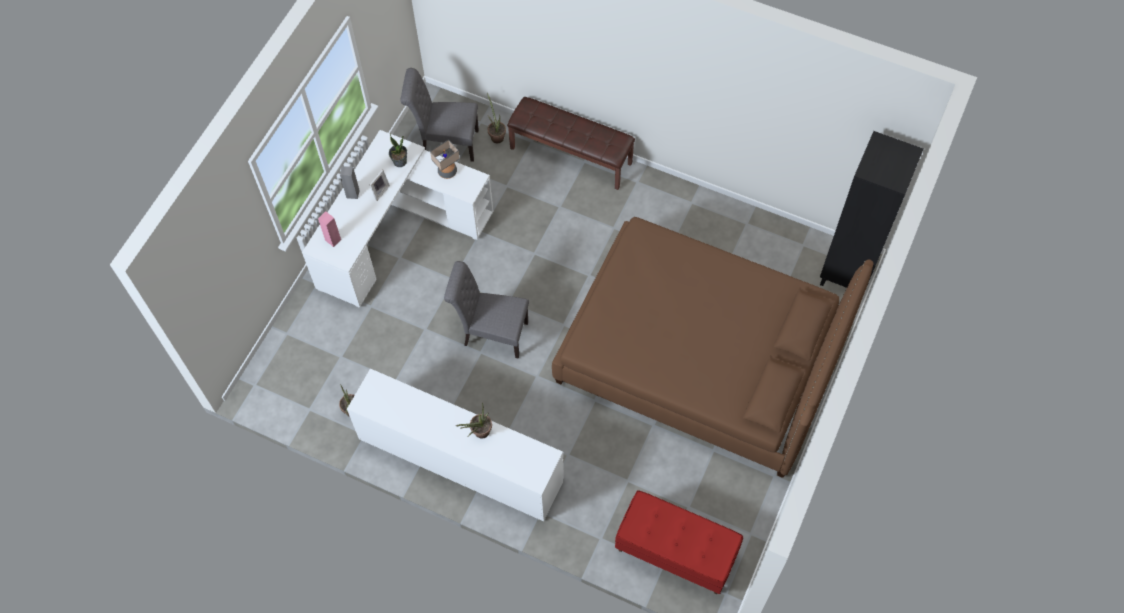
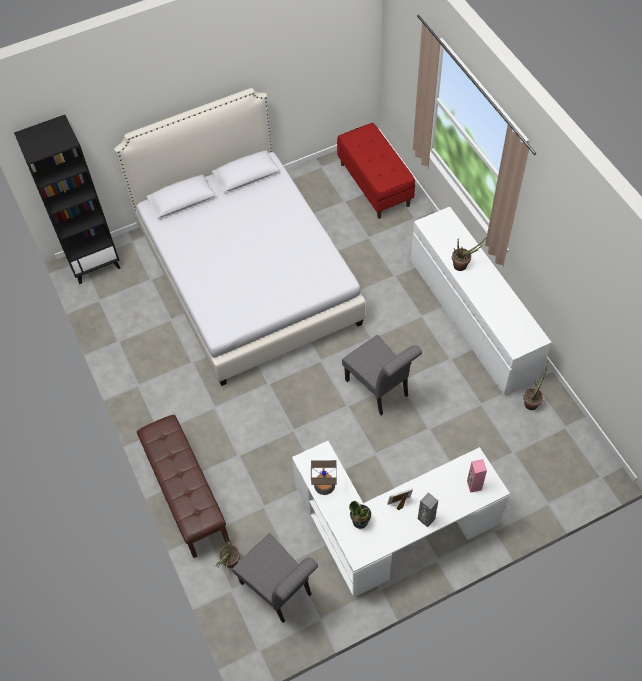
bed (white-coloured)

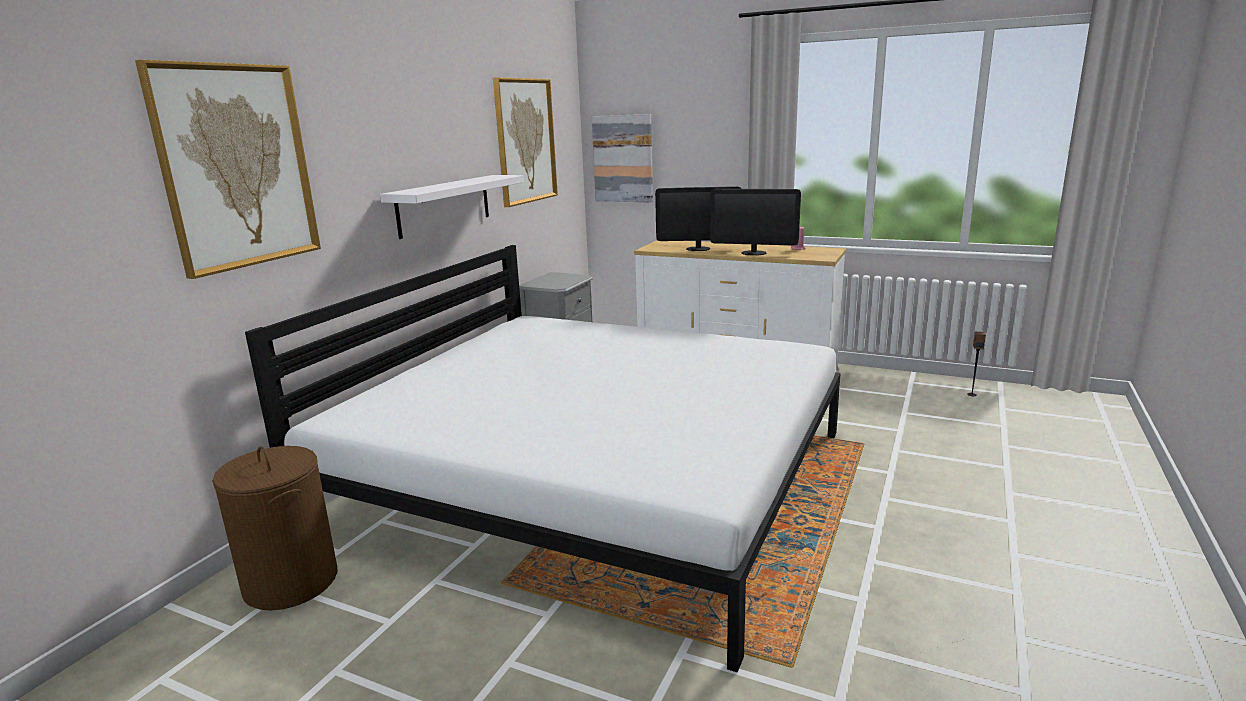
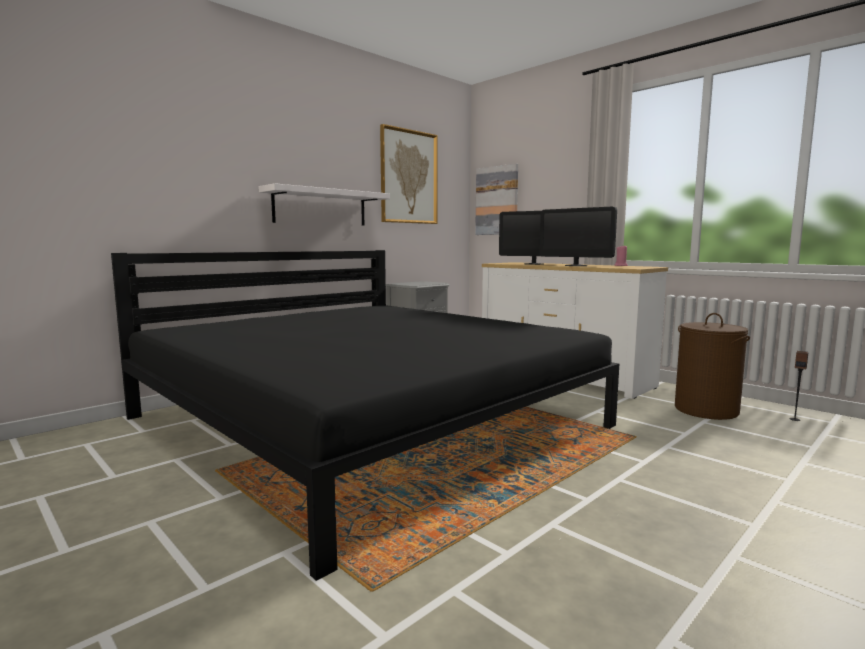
wall picture (1st from left in the first image)
washing basket (brownish)
bed (black)

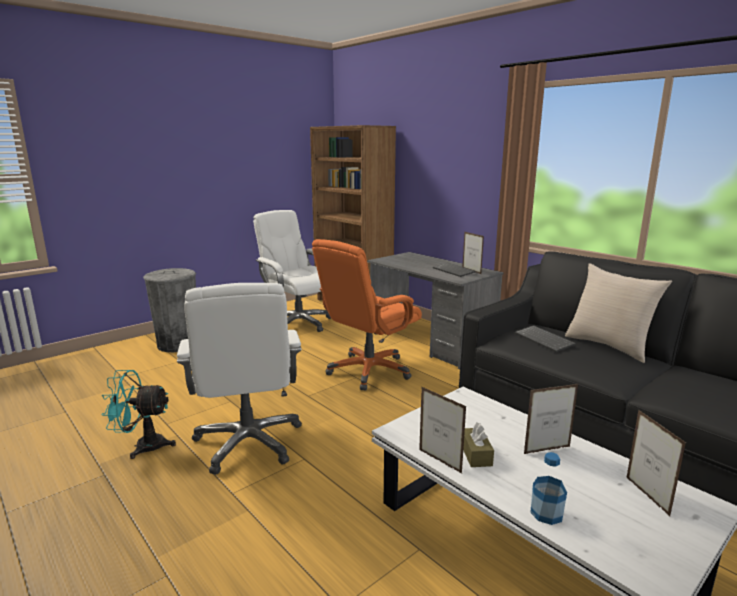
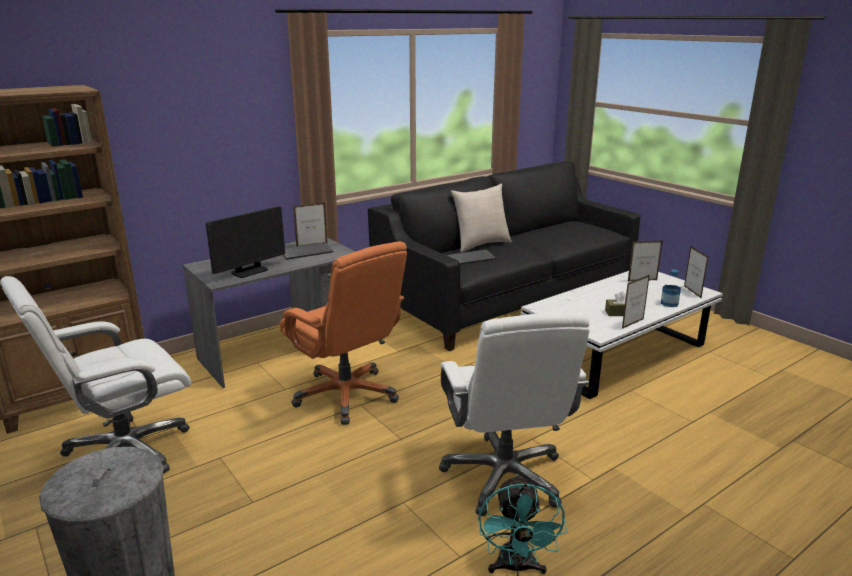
computer display
photo frame (4th from left)
computer chair (white-coloured) (2nd from left)

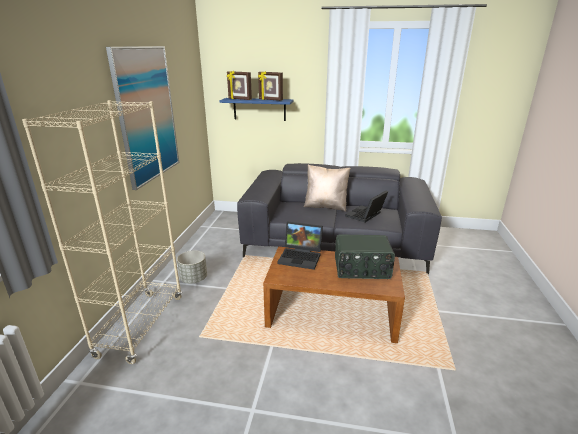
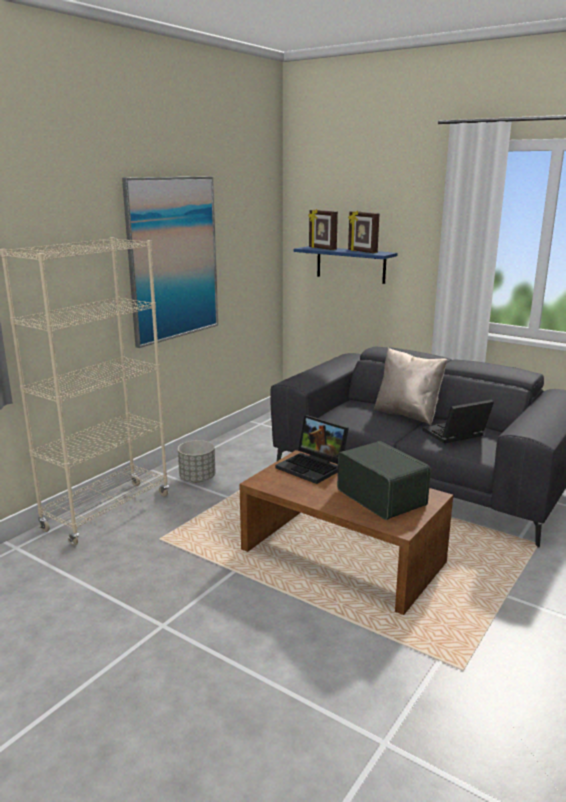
radio

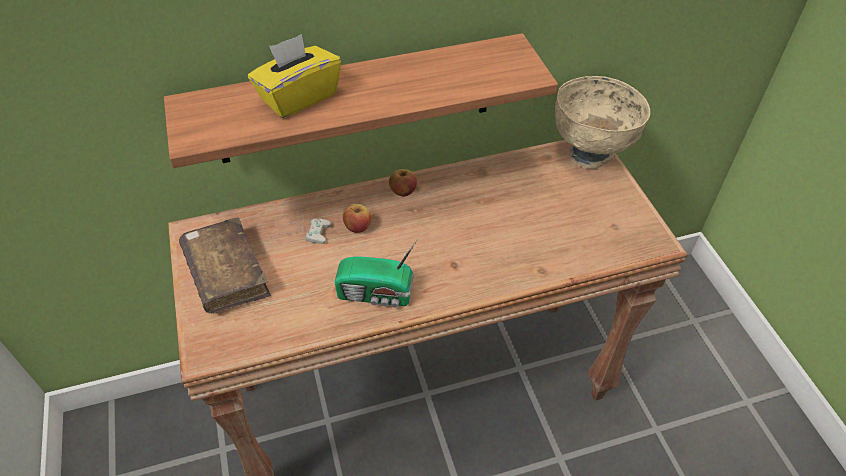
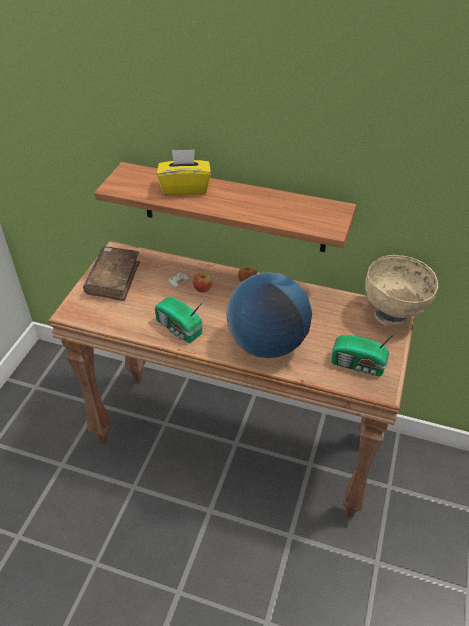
globe
radio (2nd from left)

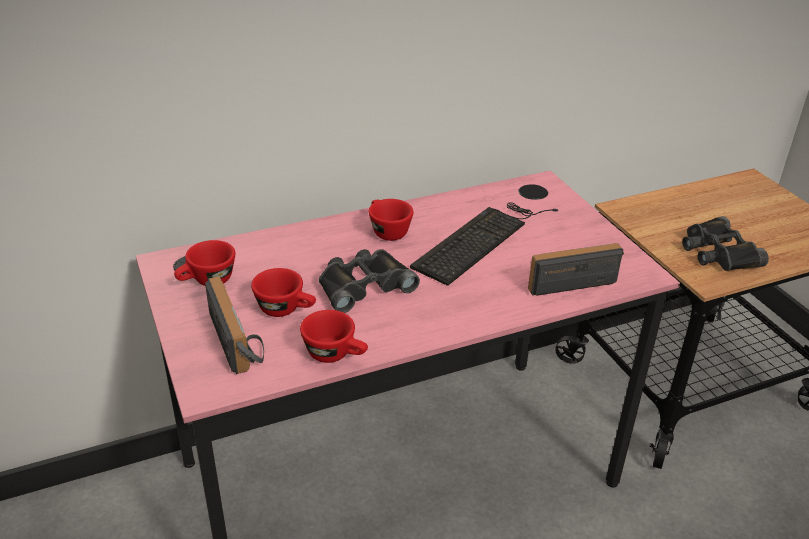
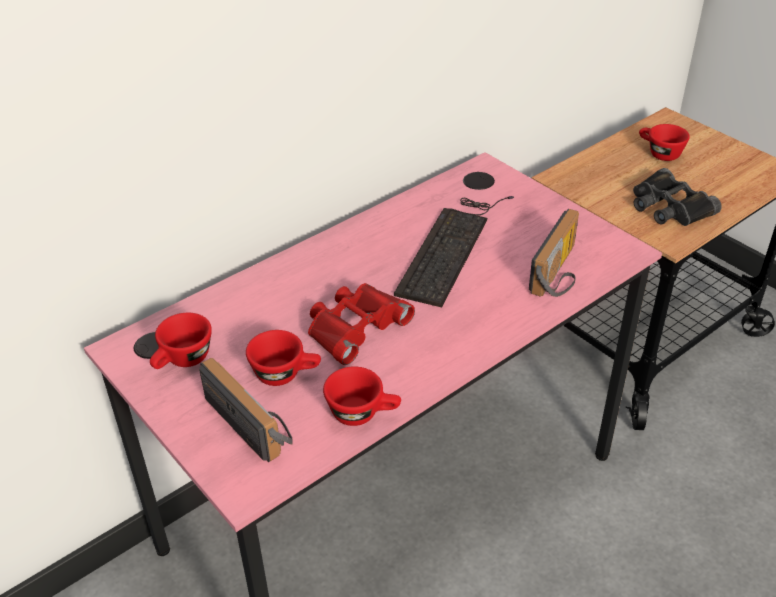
small cup (red) (4th from left)
pair of binoculars (red)
radio (2nd from left)

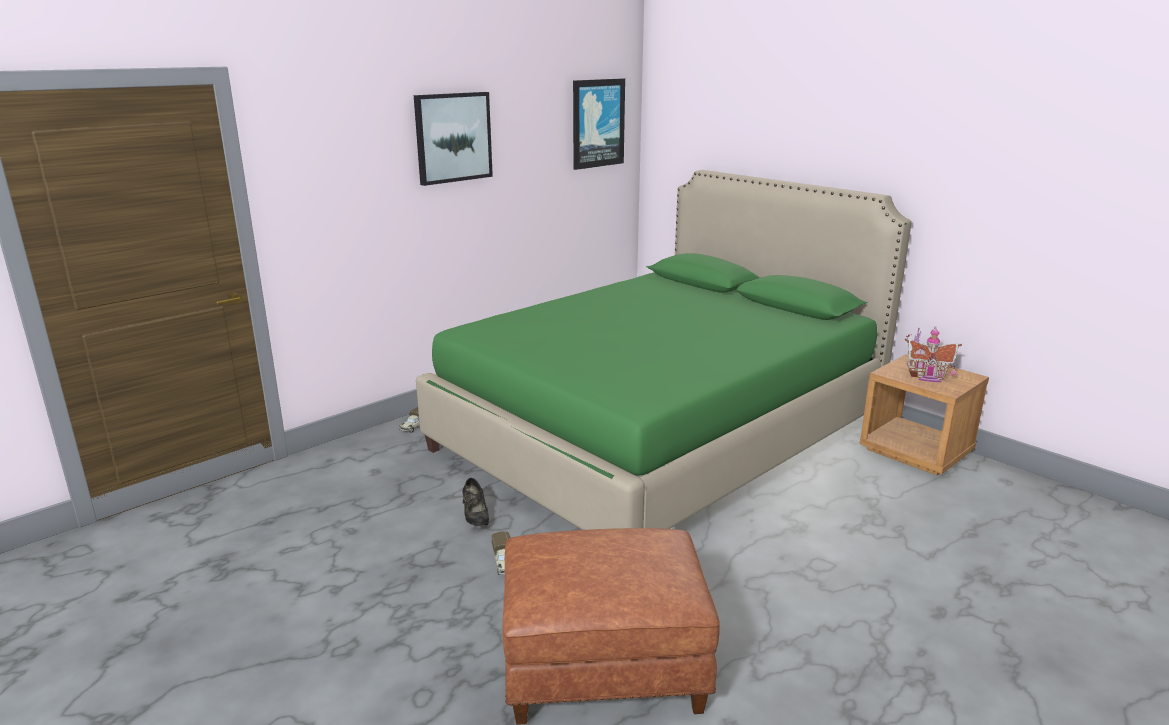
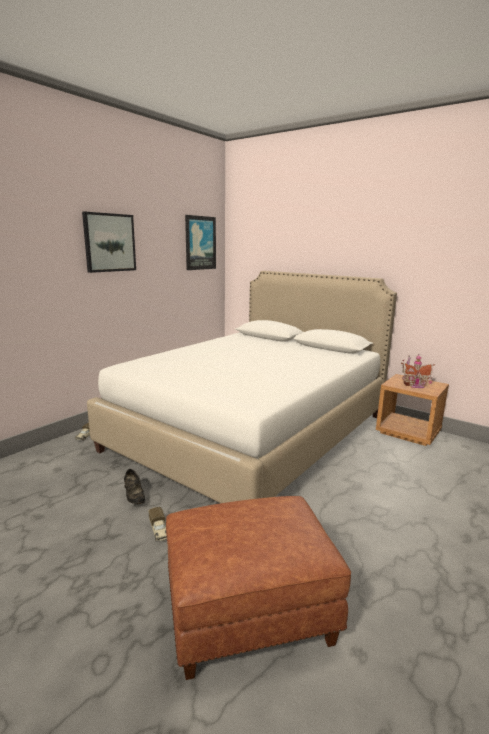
bed (white-coloured)

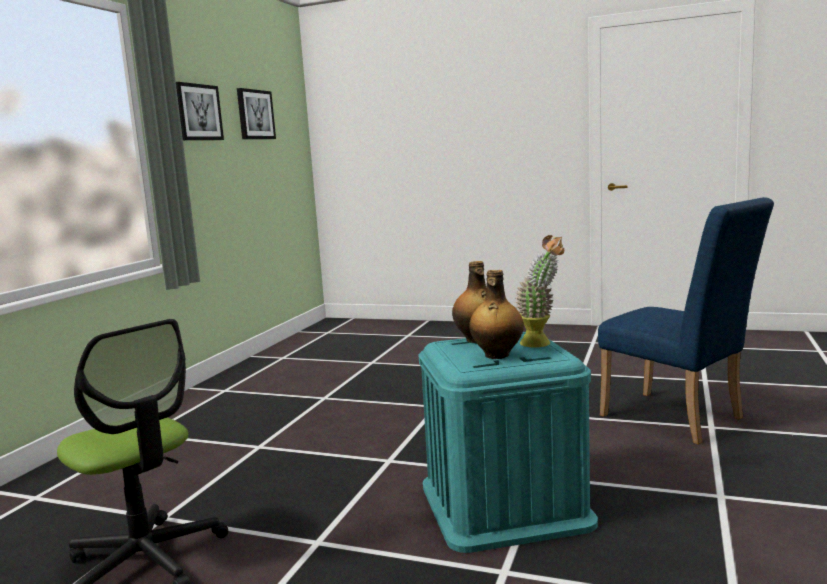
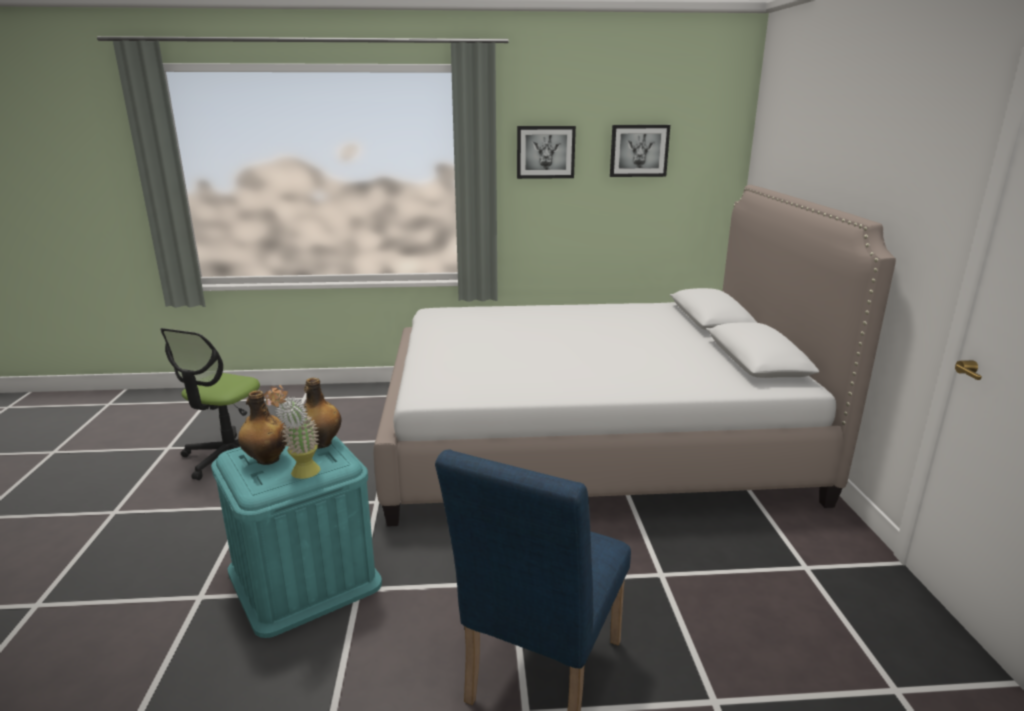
bed

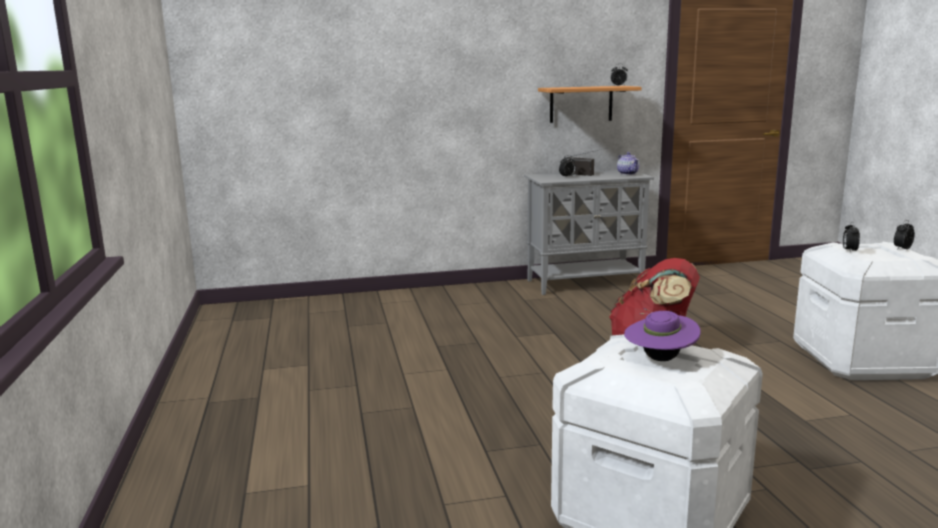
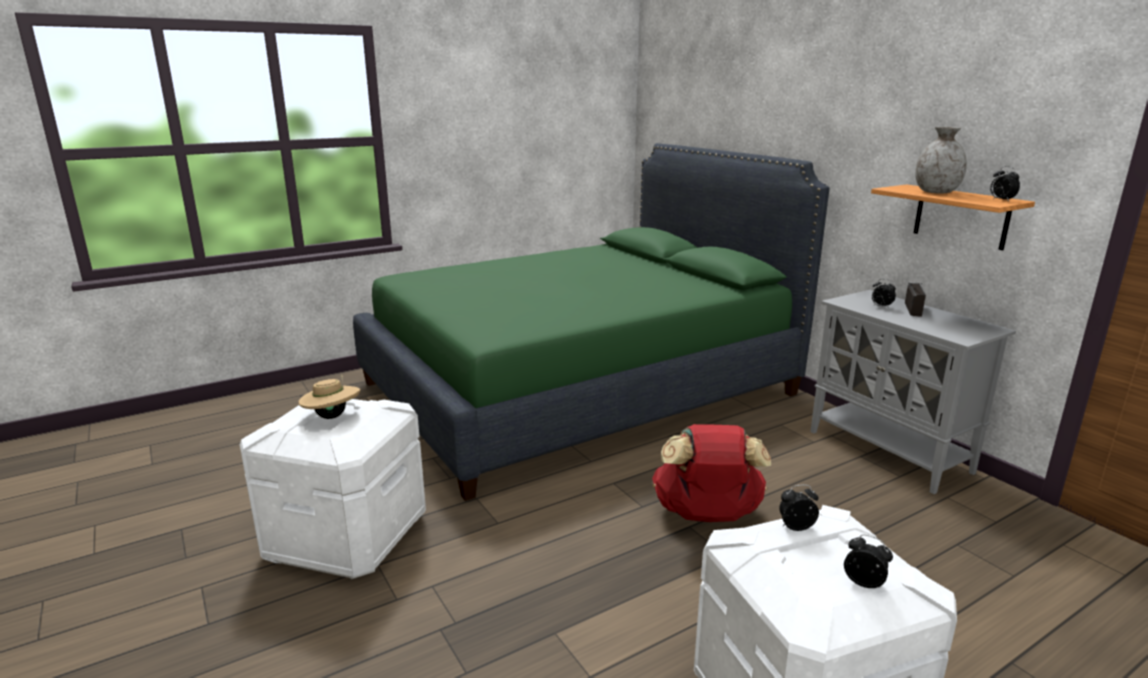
teapot
bed (green)
decorative vase (greyish)
clothing hat (sand-coloured)

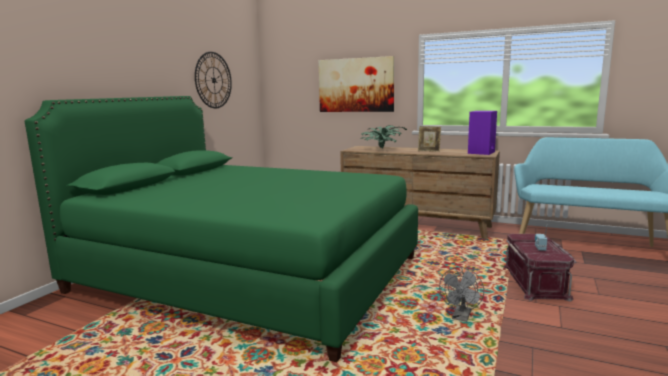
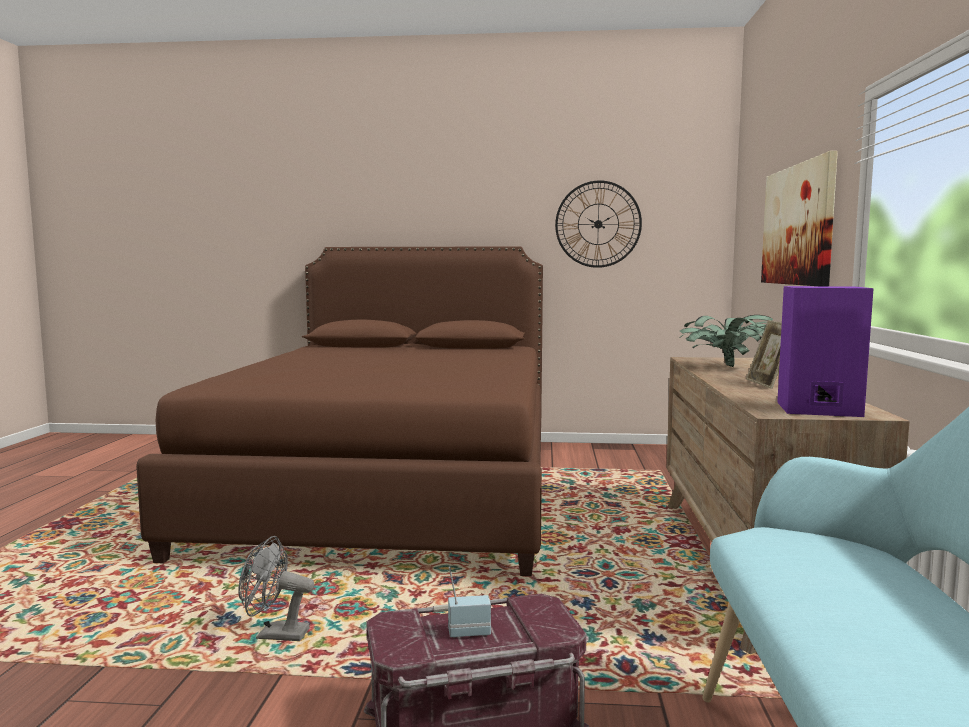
bed (brownish)

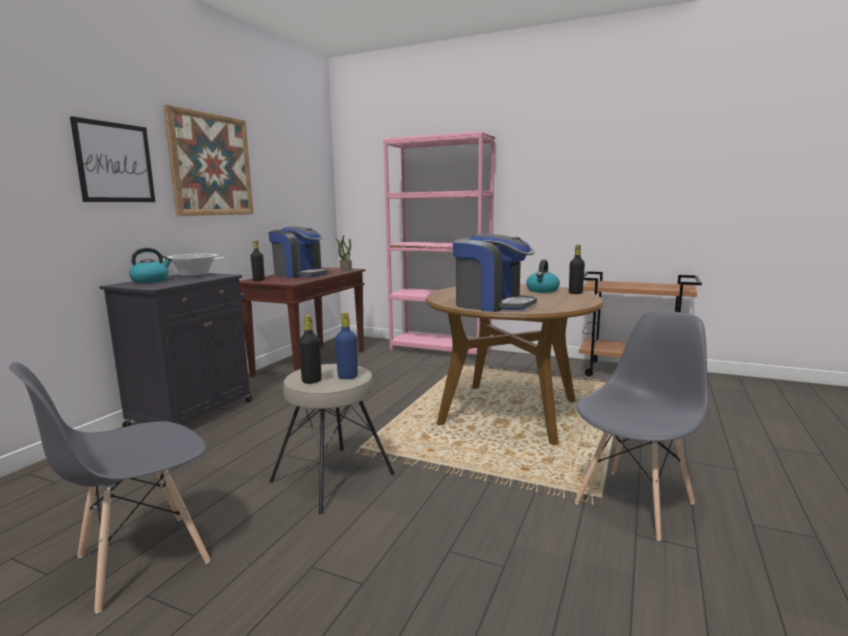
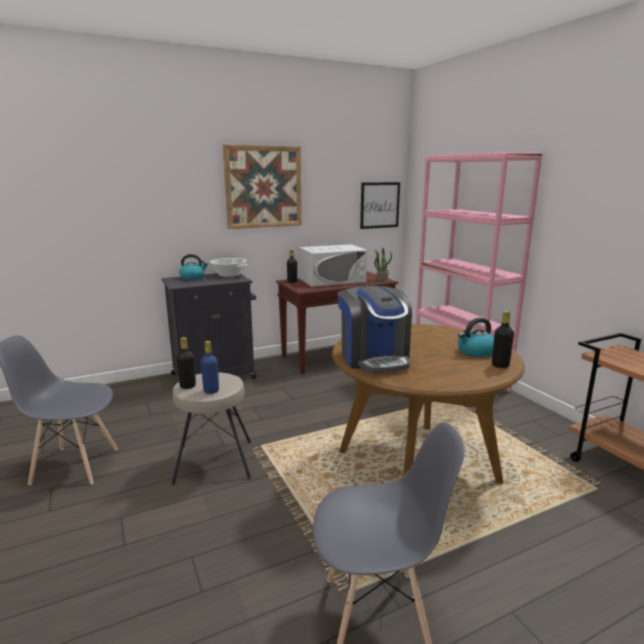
wall picture (2nd from left)
microwave oven (white-coloured)

